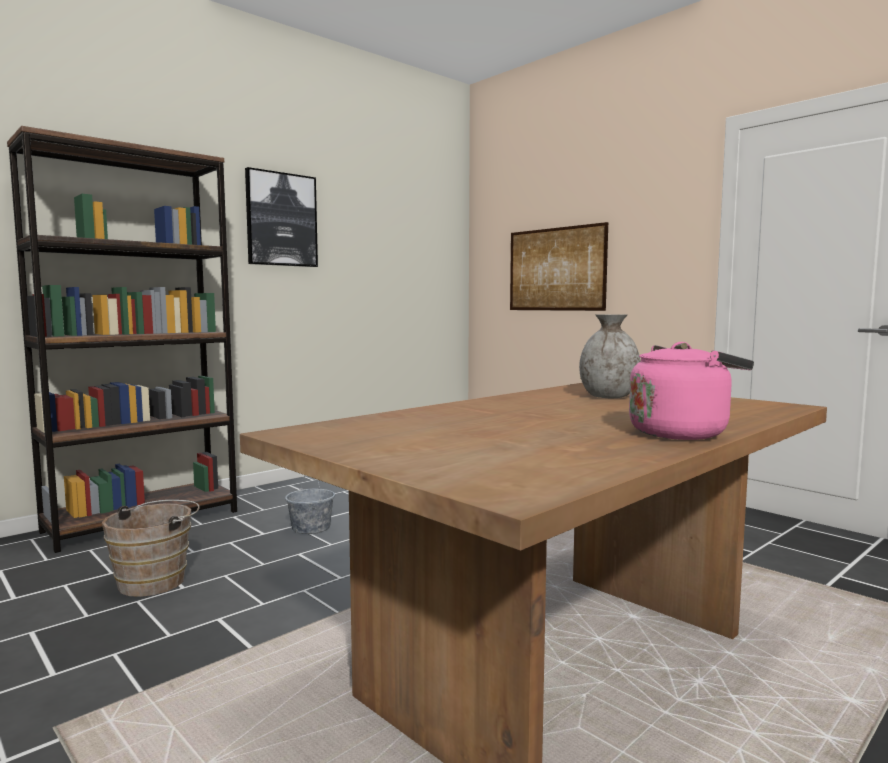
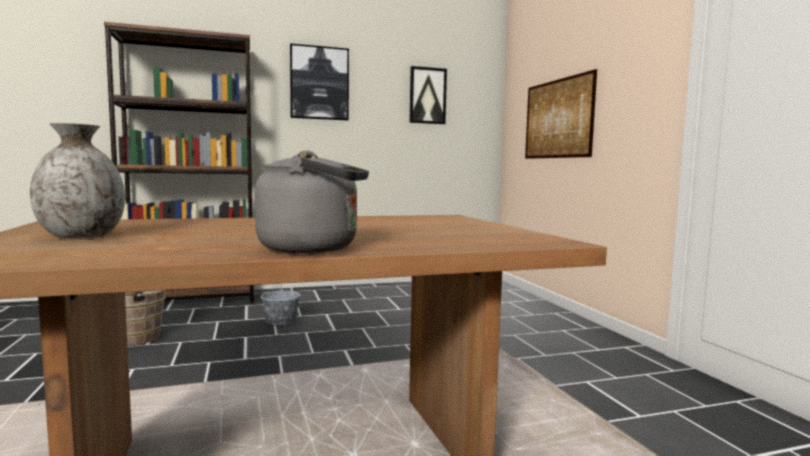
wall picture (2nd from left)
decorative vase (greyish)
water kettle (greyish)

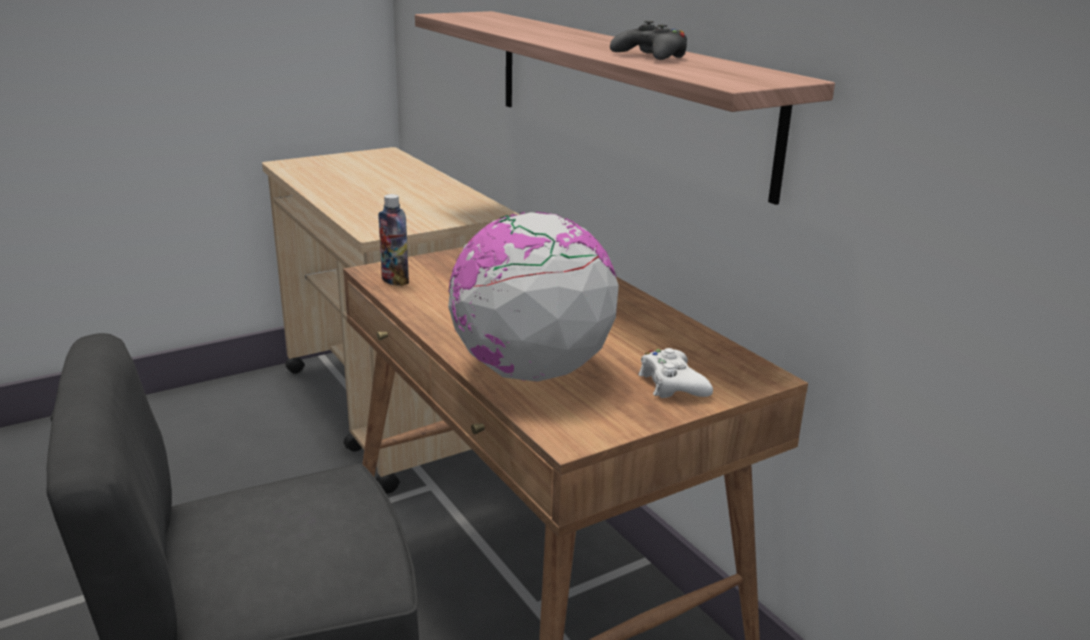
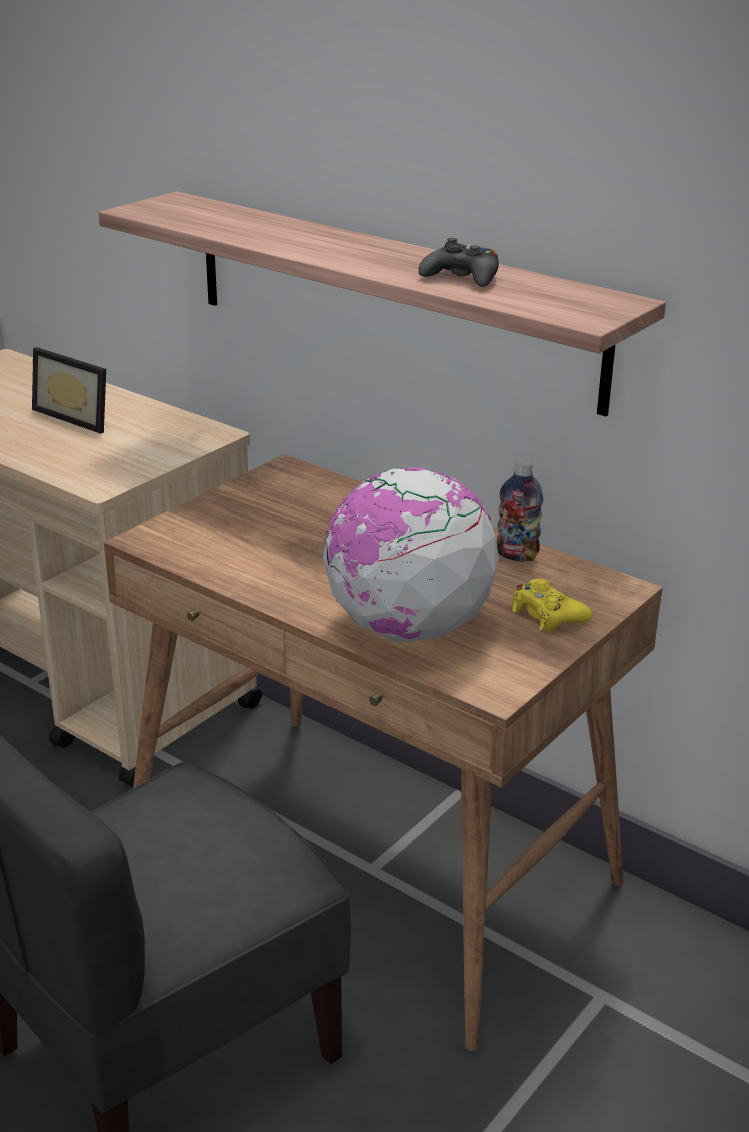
photo frame
bottle
gamepad (yellow-coloured)

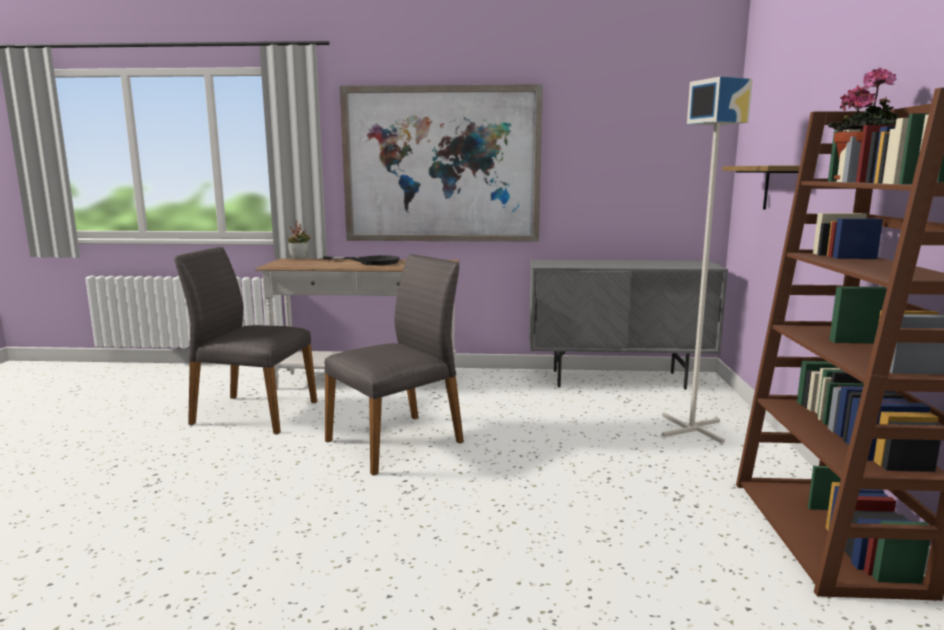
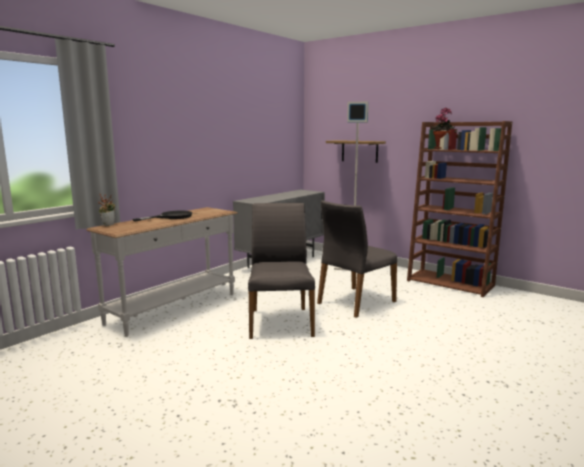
wall picture
chair (greyish) (2nd from left)

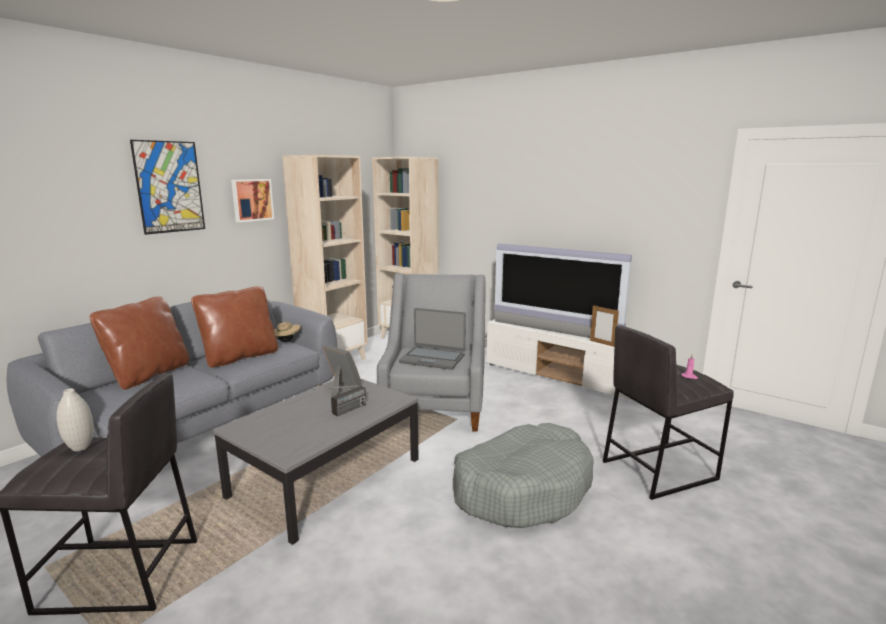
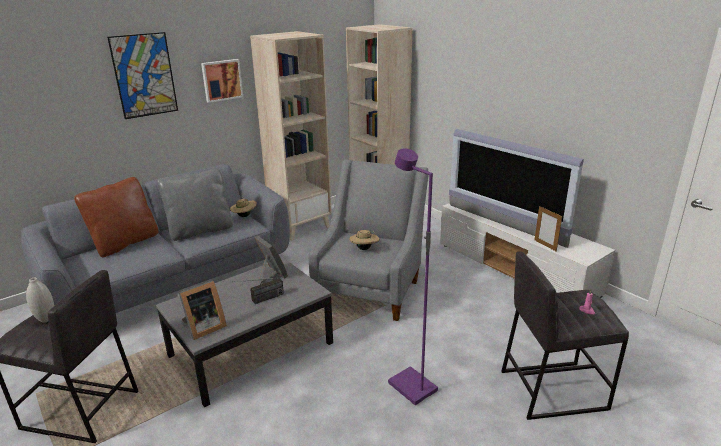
photo frame (1st from left)
clothing hat (sand-coloured) (2nd from left)
floor lamp (purple)
throw pillow (greyish)

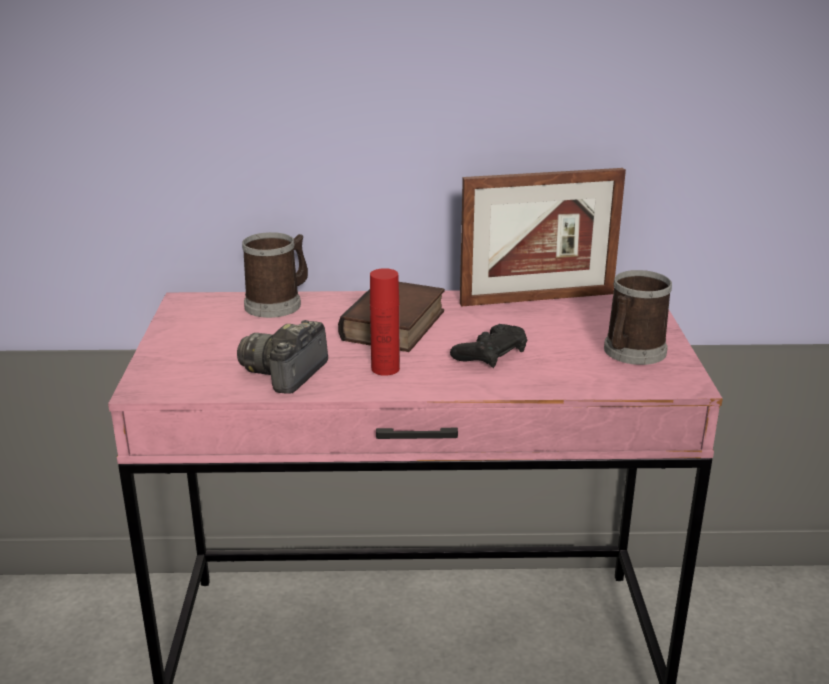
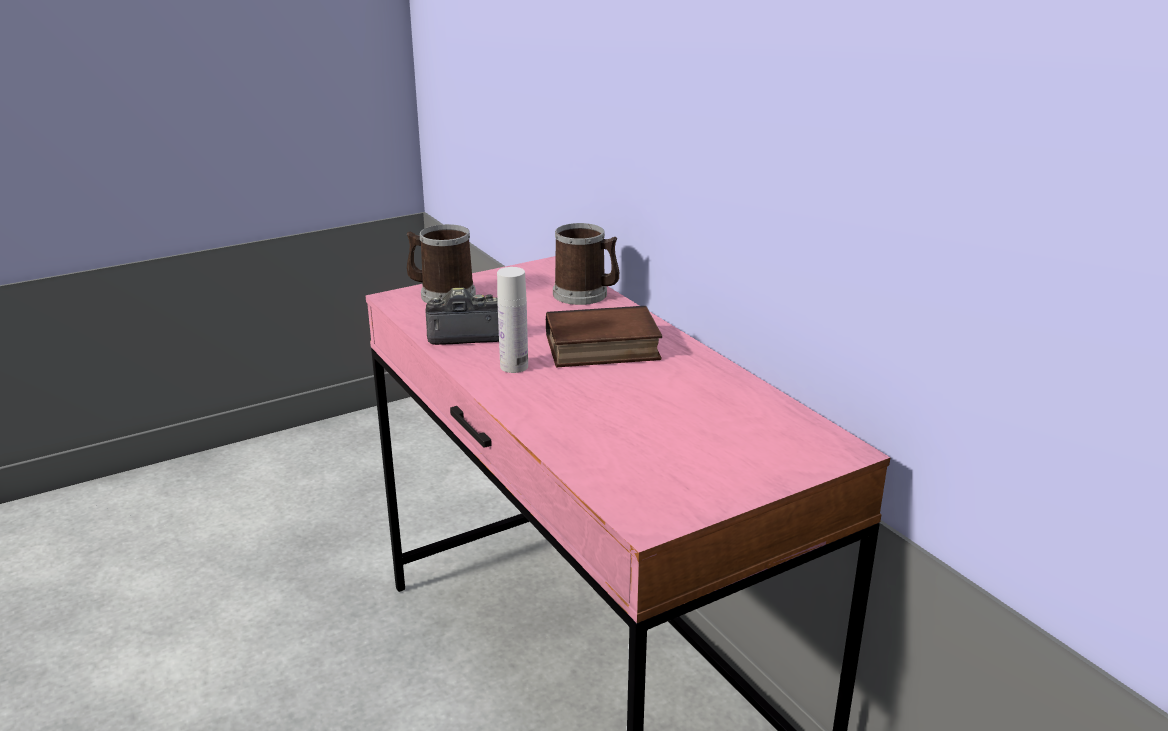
gamepad (black)
photo frame
tea mug (1st from left)
bottle (white-coloured)

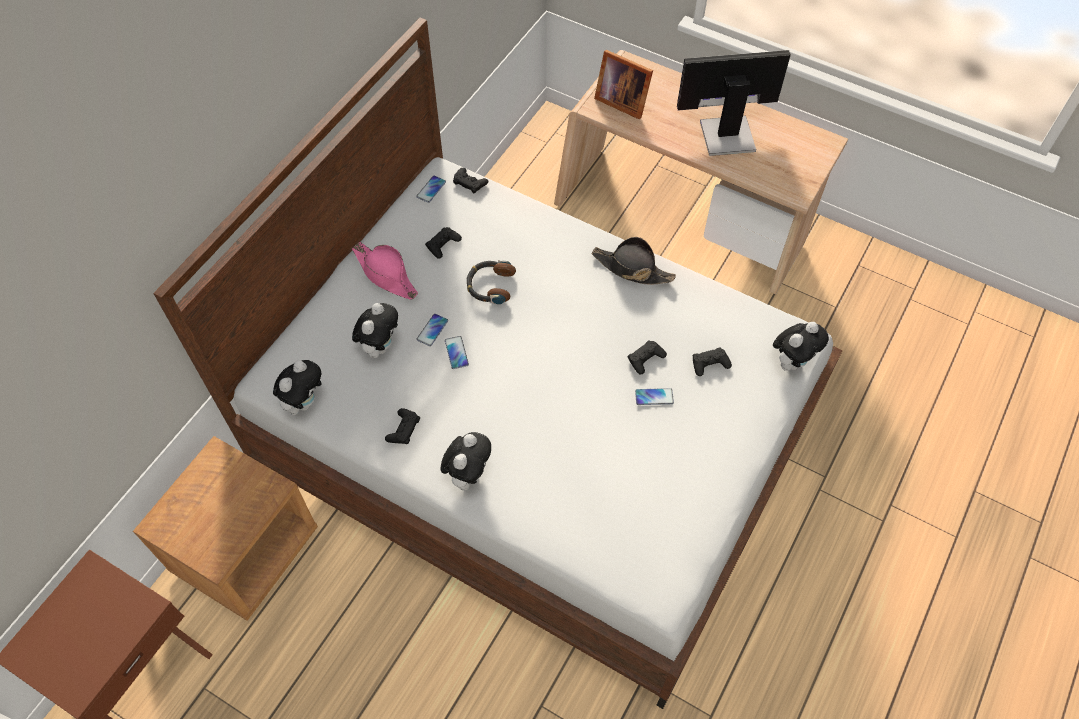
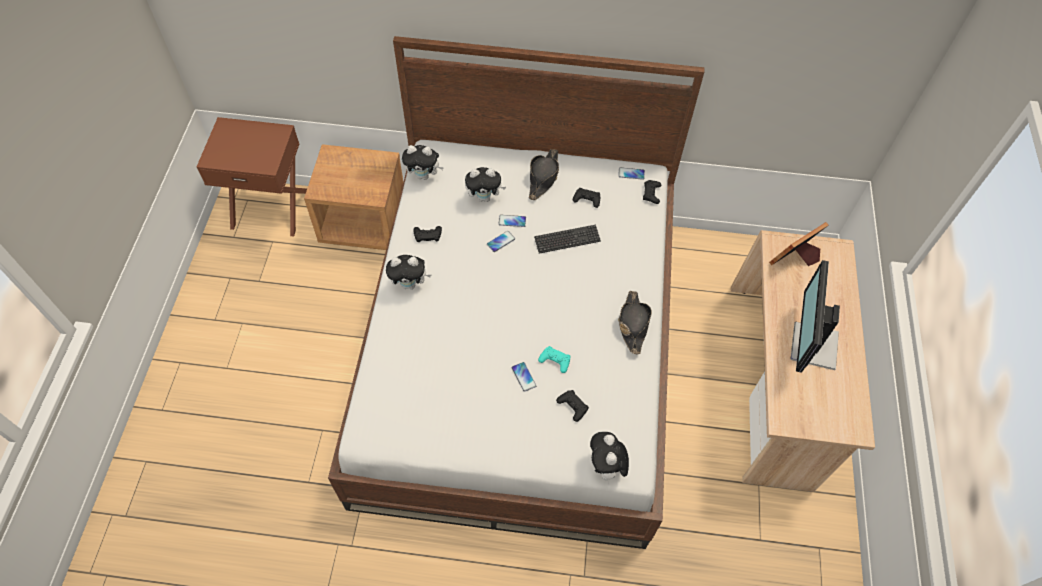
PC keyboard
clothing hat (black) (1st from left)
gamepad (blue-green)
photo frame
computer display
soft toy (4th from left)

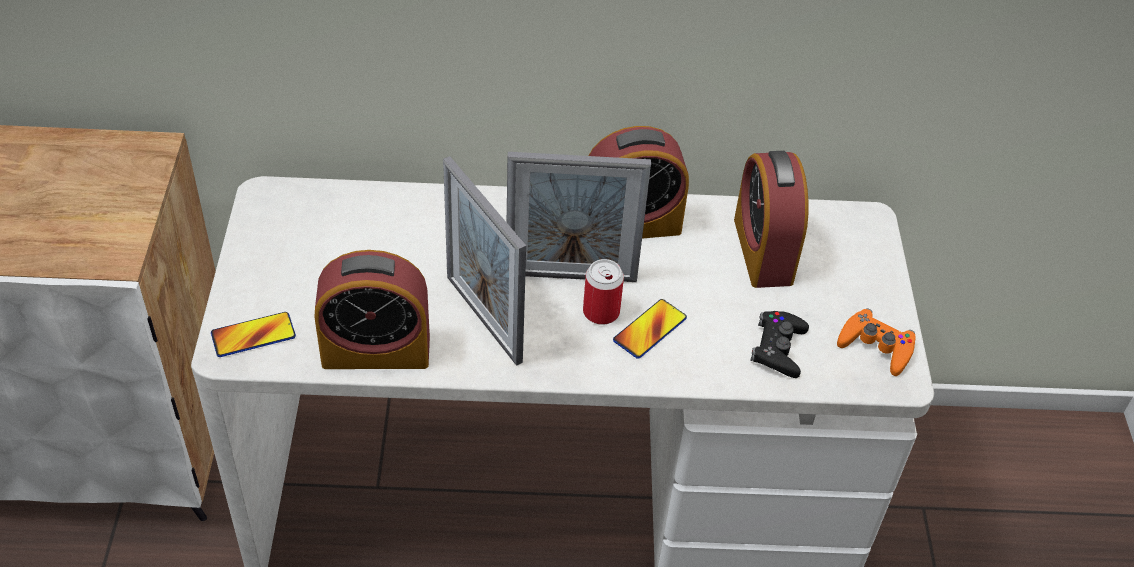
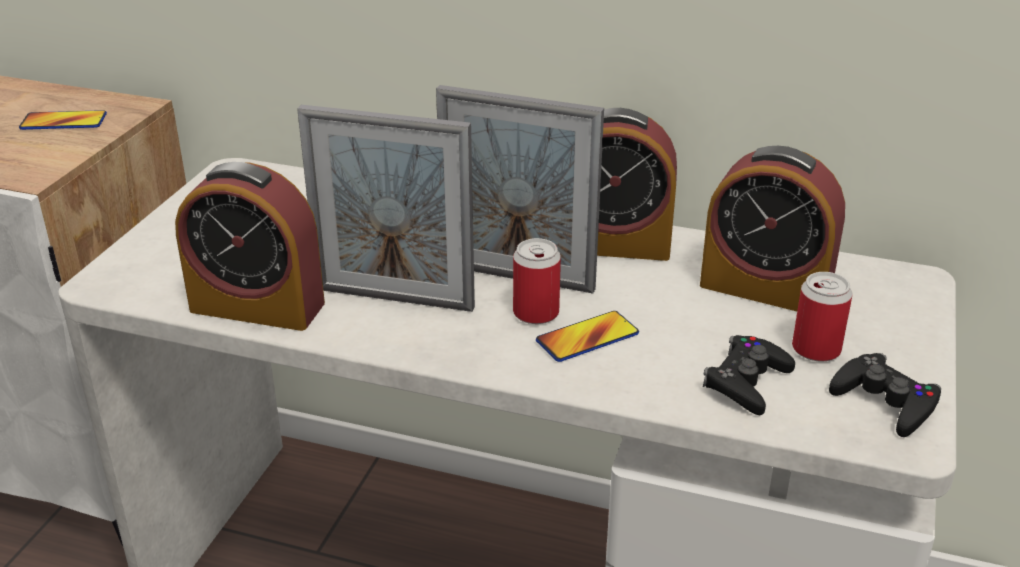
metal can (2nd from left)
telephone (1st from left)
gamepad (black) (2nd from left)
photo frame (1st from left)
alarm clock (3rd from left)

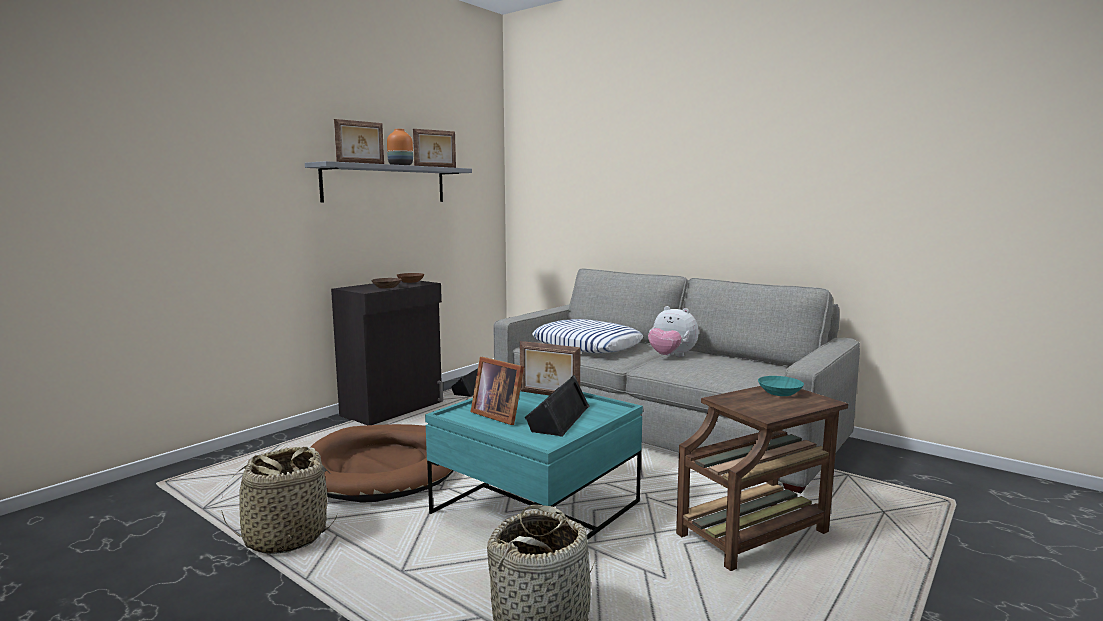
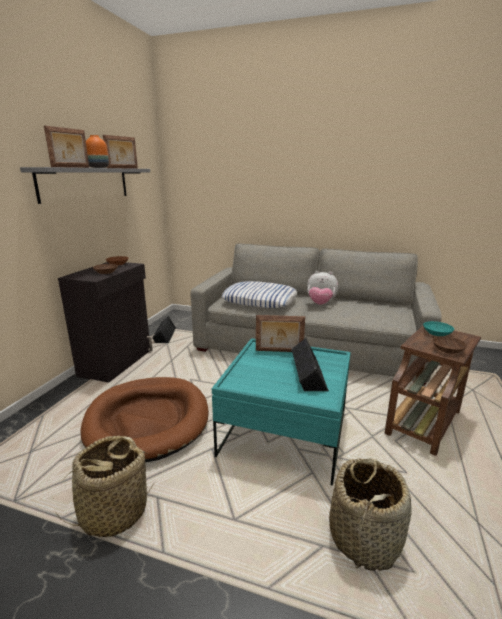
photo frame (3rd from left in the first image)
deep dish (brownish) (3rd from left)

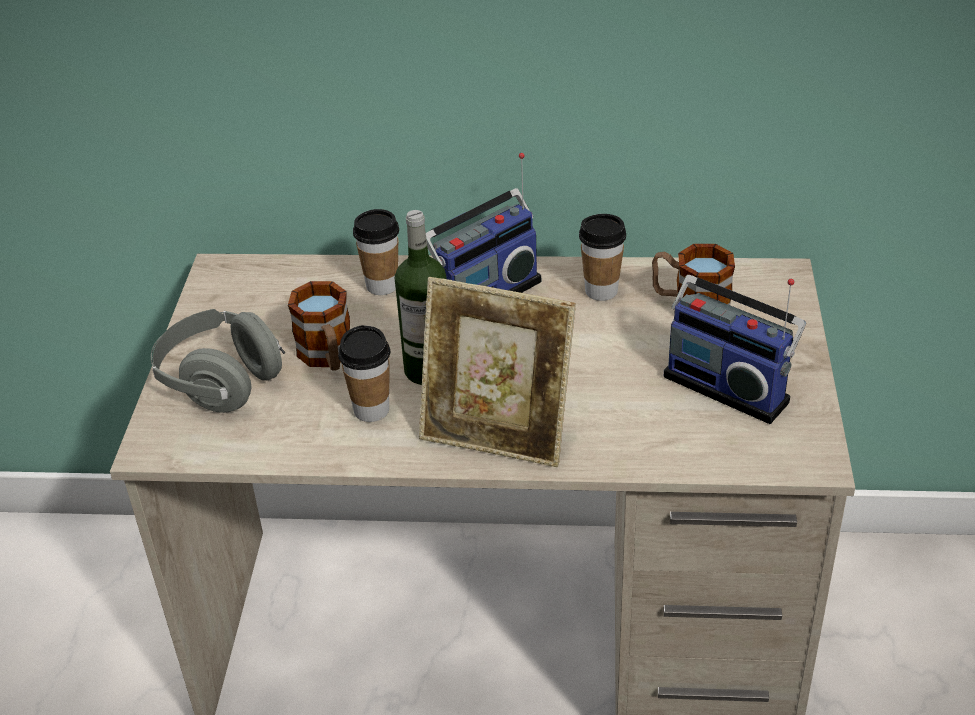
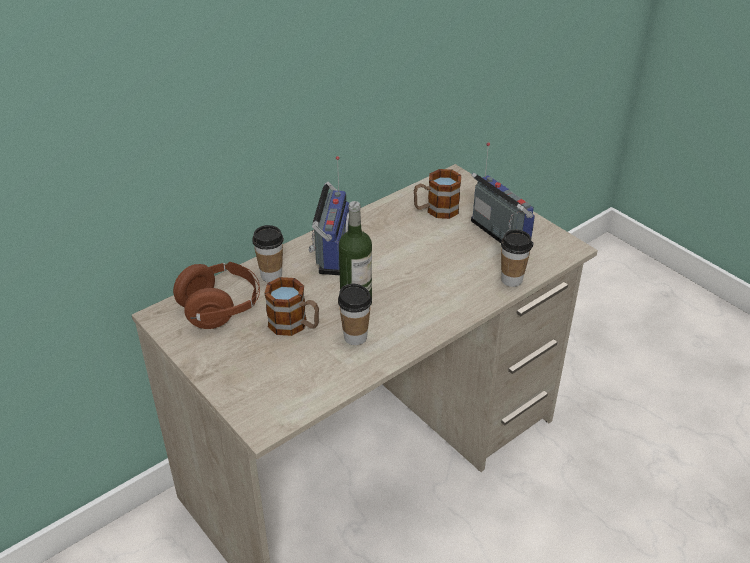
headset (greyish)
photo frame
headset (brownish)
small cup (3rd from left)
radio (2nd from left)

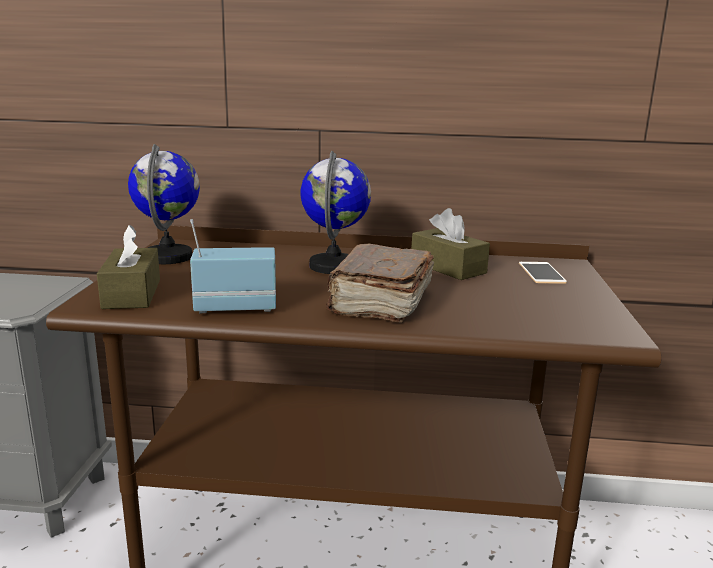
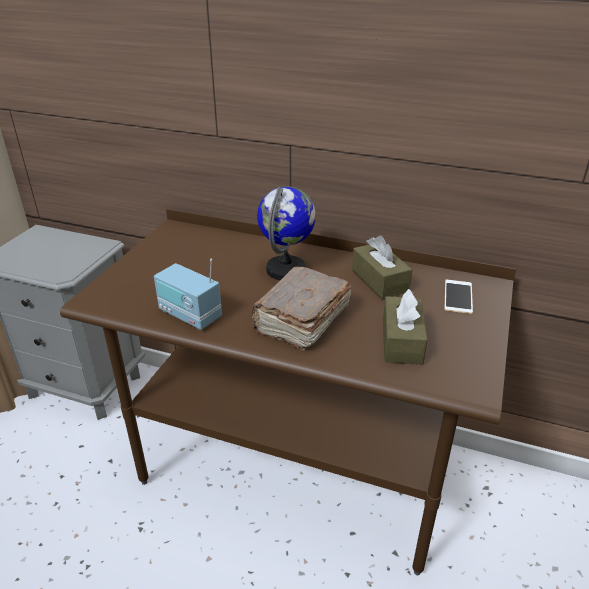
globe (1st from left in the first image)
box of tissues (brownish) (2nd from left)
radio

